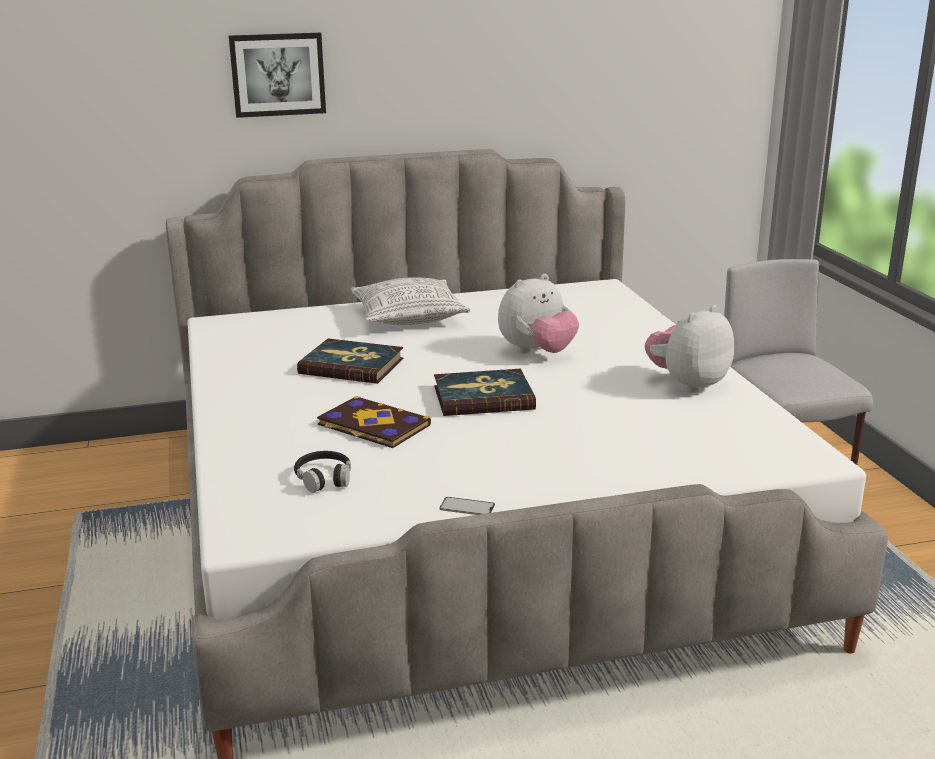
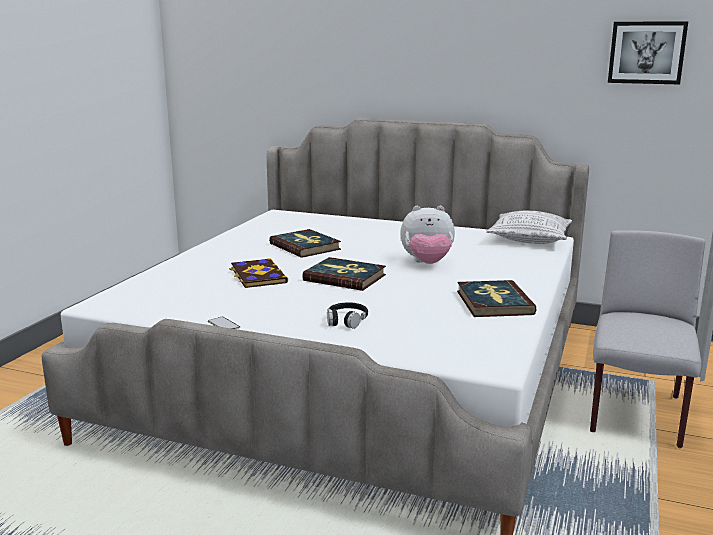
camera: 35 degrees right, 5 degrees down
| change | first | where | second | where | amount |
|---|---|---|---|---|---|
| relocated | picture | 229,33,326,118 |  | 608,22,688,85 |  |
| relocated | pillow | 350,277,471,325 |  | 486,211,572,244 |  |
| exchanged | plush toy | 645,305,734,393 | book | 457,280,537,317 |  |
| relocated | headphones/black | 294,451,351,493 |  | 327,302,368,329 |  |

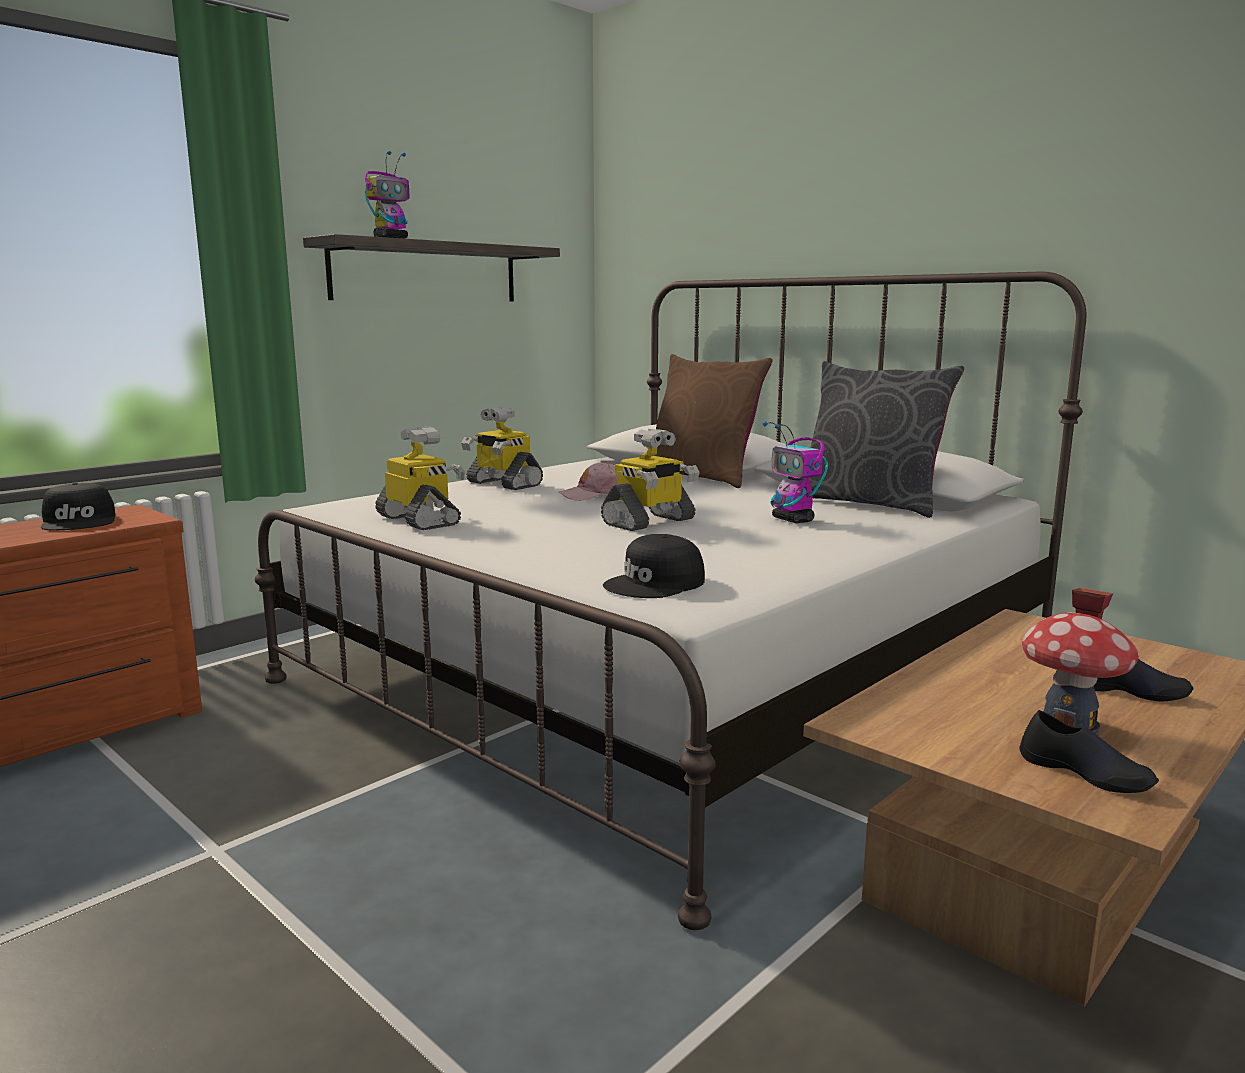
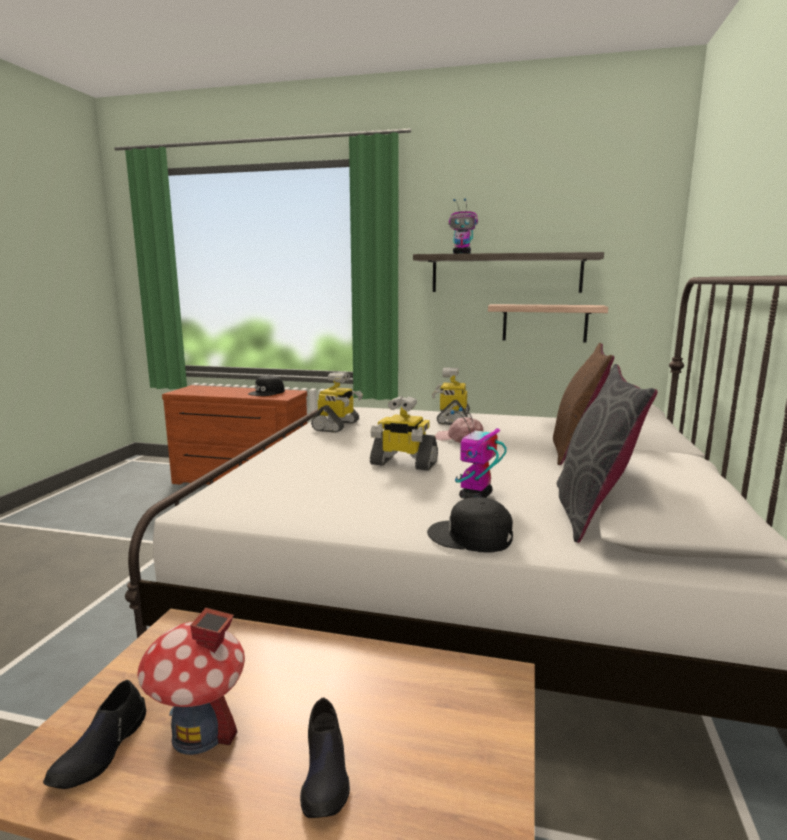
camera: 60 degrees right, 0 degrees up
| change | first | where | second | where | amount |
|---|---|---|---|---|---|
| relocated | cap/black | 603,534,705,598 |  | 427,497,513,552 |  |
| appeared |  |  | shelf | 488,304,608,343 |  |

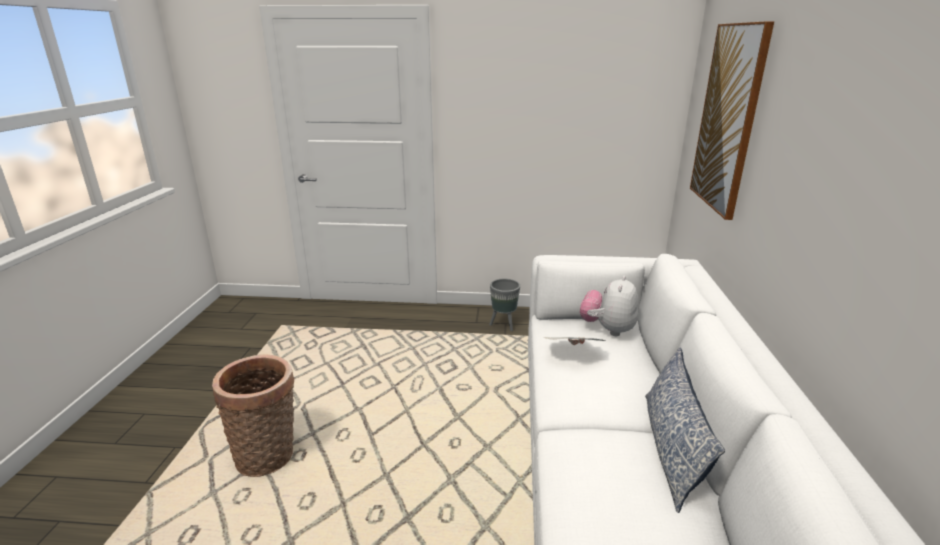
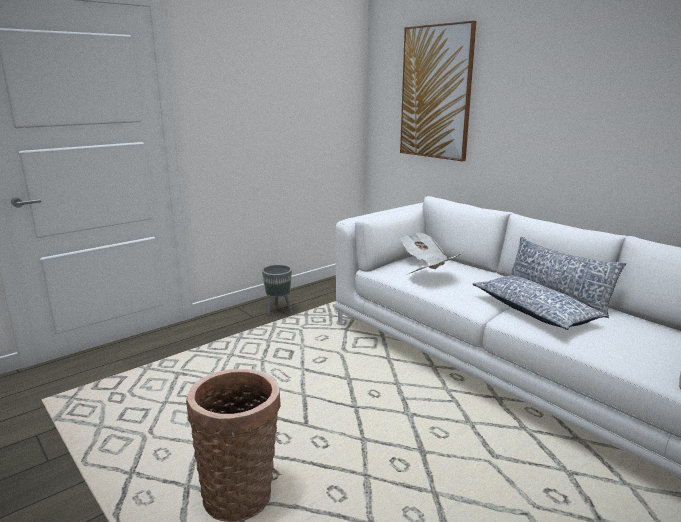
camera: 45 degrees left, 5 degrees down
| change | first | where | second | where | amount |
|---|---|---|---|---|---|
| exchanged | plush toy | 580,276,638,336 | newspaper | 400,233,447,268 |  |
| appeared |  |  | pillow | 473,276,608,330 |  |

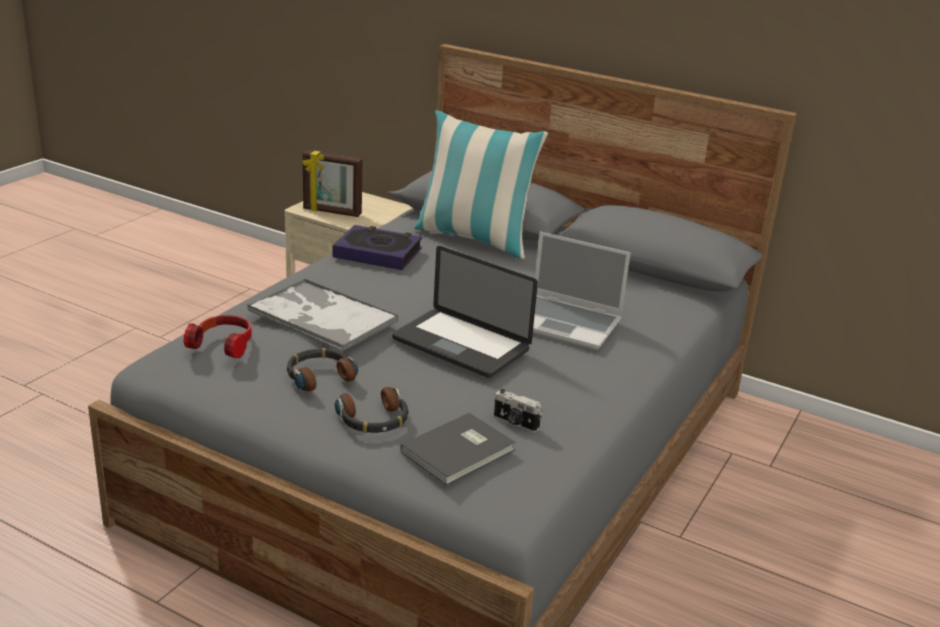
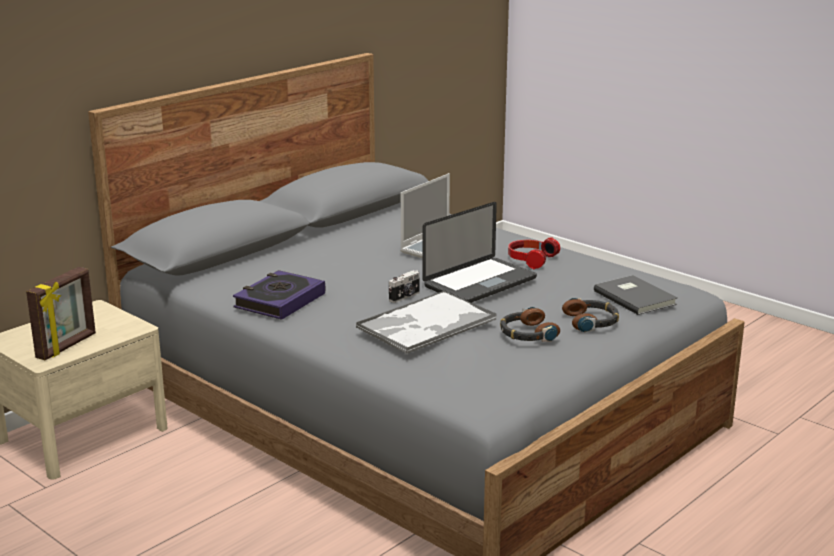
camera: 75 degrees left, 5 degrees down
| change | first | where | second | where | amount |
|---|---|---|---|---|---|
| missing | pillow | 414,110,548,259 |  |  |  |
| relocated | headphones | 184,315,252,358 |  | 508,237,560,270 |  |
| relocated | photo camera | 494,389,542,433 |  | 389,270,420,303 |  |

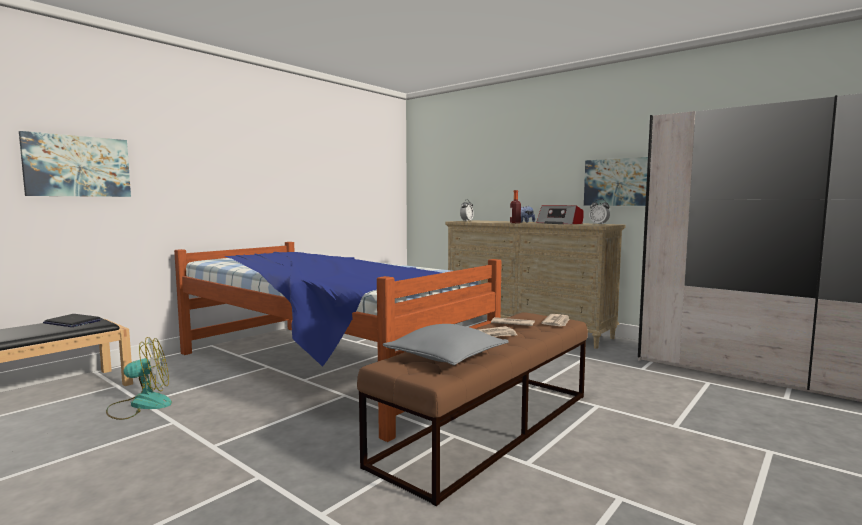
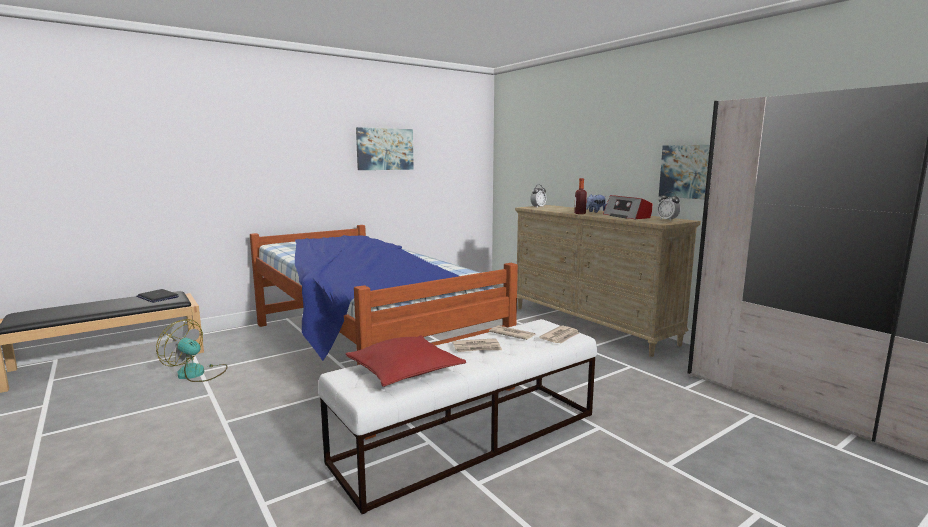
camera: 15 degrees right, 5 degrees up
| change | first | where | second | where | amount |
|---|---|---|---|---|---|
| relocated | picture | 19,131,131,197 |  | 356,127,414,170 |  |
| colour | bench/brown | 357,312,588,506 | bench/white | 318,319,597,514 |  |
| colour | pillow/grey | 383,324,509,365 | pillow/red | 345,335,466,387 |  |
| spun | fan | 106,337,172,420 |  | 156,319,228,382 | 150 degrees counterclockwise |

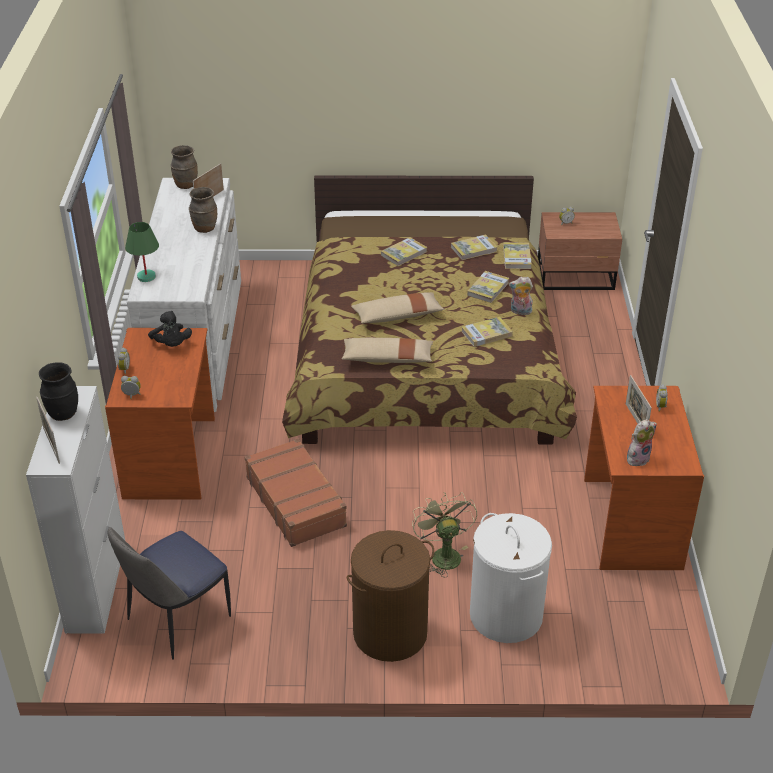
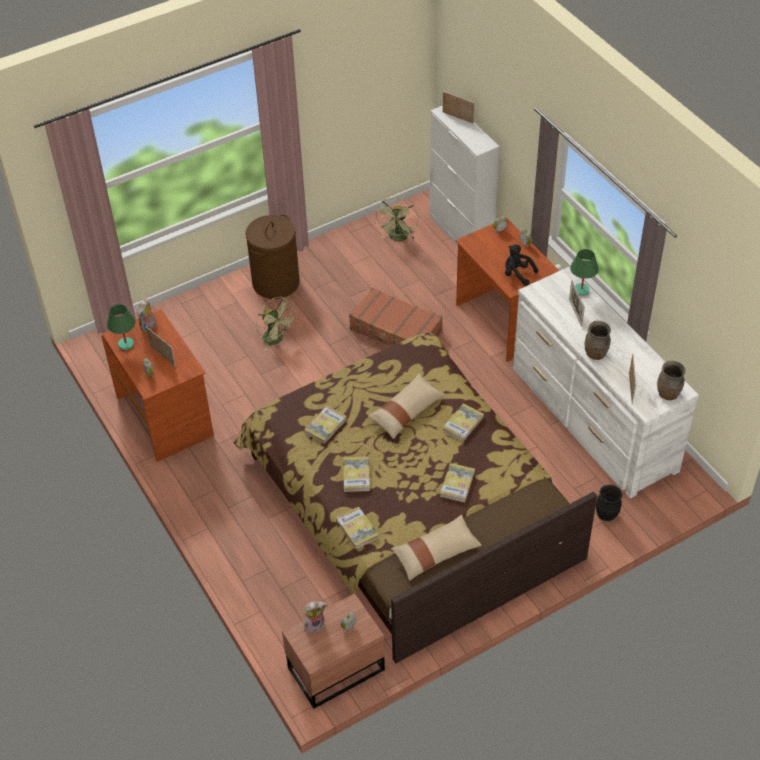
camera: 150 degrees right, 10 degrees up
| change | first | where | second | where | amount |
|---|---|---|---|---|---|
| relocated | book | 451,235,497,260 |  | 442,403,484,442 |  |
| relocated | plush toy | 509,277,533,315 |  | 304,602,326,633 |  |
| relocated | pillow/beige | 342,338,433,363 |  | 391,515,482,581 |  |
| relocated | vase/black | 39,362,78,421 |  | 596,485,622,521 |  |
| missing | laundry basket/white | 470,513,552,643 |  |  |  |
| exchanged | chair | 108,527,231,660 | fan/green | 376,197,419,241 |  |
| appeared |  |  | picture frame | 569,280,585,327 |  |
| appeared |  |  | table lamp/green | 107,304,135,350 |  |

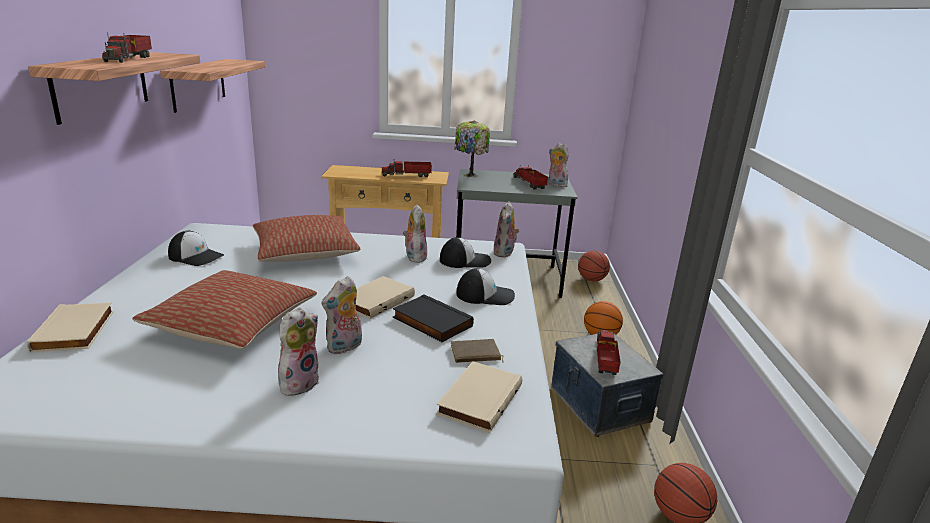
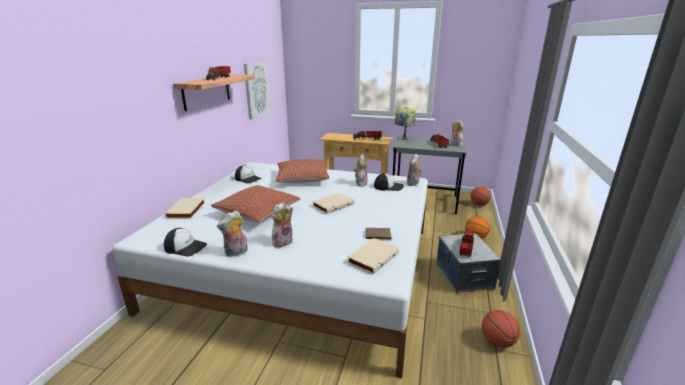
camera: 15 degrees right, 0 degrees up
| change | first | where | second | where | amount |
|---|---|---|---|---|---|
| exchanged | shelf | 160,59,265,113 | picture | 244,61,271,120 |  |
| relocated | cap | 456,268,515,305 |  | 164,228,207,256 |  |
| relocated | plush toy | 322,276,362,354 |  | 217,211,248,257 |  |
| missing | book/black | 393,295,474,342 |  |  |  |

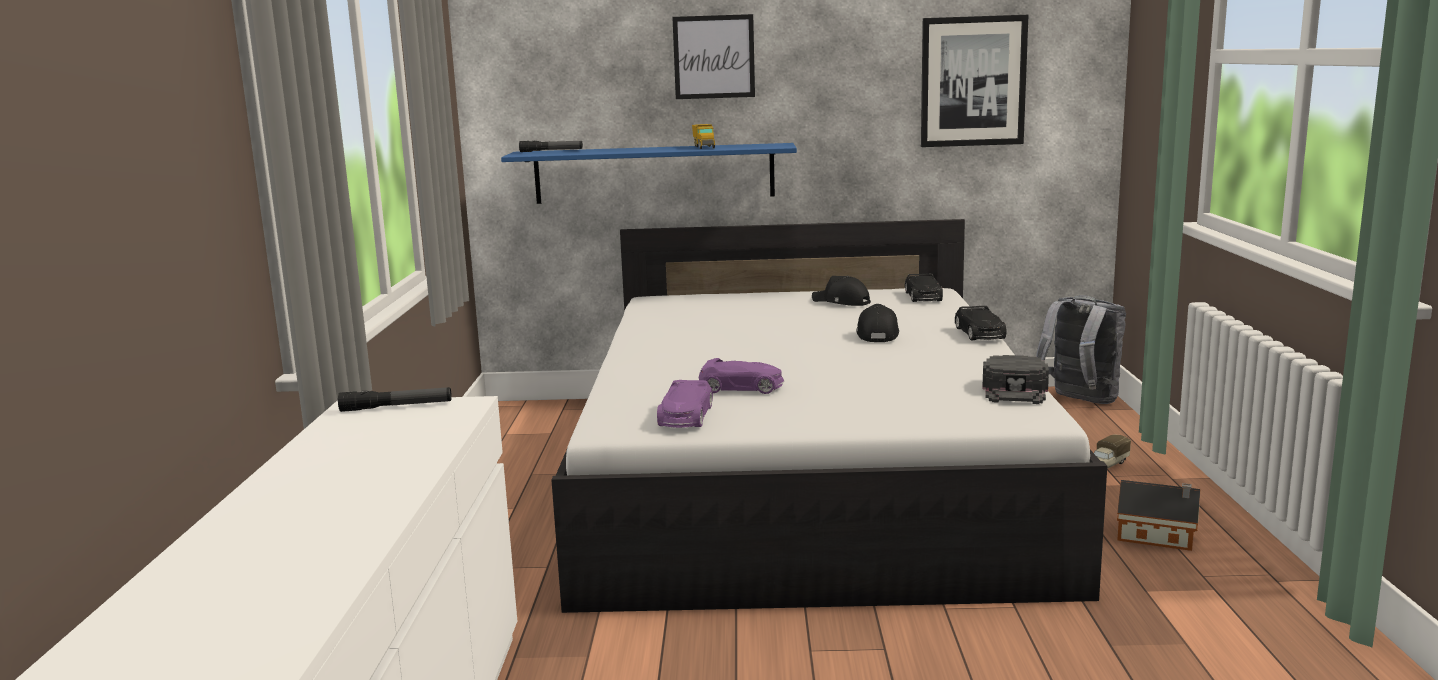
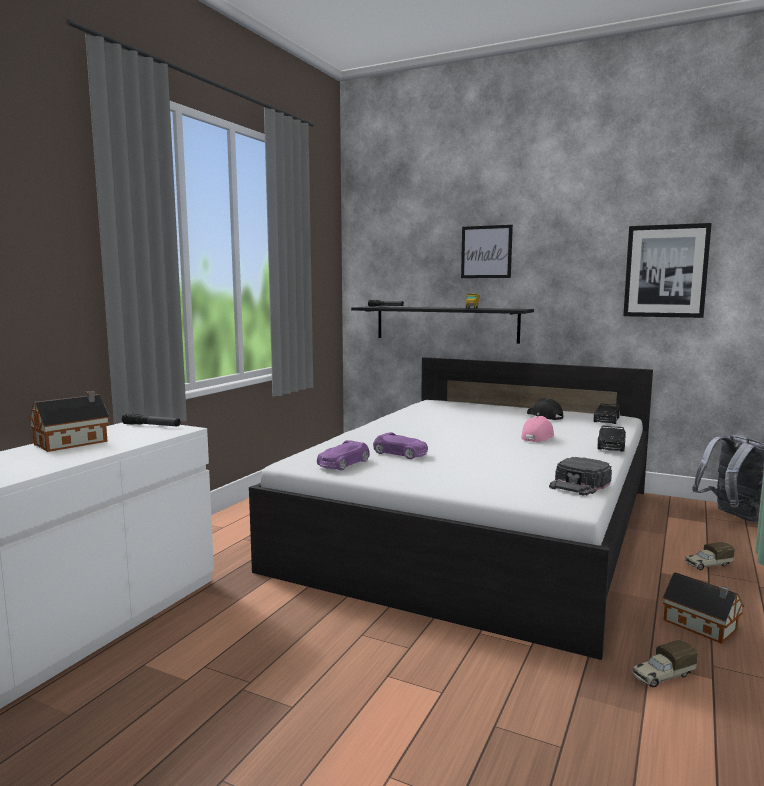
camera: 25 degrees right, 5 degrees down
| change | first | where | second | where | amount |
|---|---|---|---|---|---|
| colour | shelf/blue | 501,143,797,204 | shelf/black | 351,306,534,344 |  |
| colour | cap/black | 856,304,899,342 | cap/pink | 521,416,554,442 |  |
| appeared |  |  | toy house | 29,391,110,452 |  |
| appeared |  |  | toy truck | 632,640,698,687 |  |

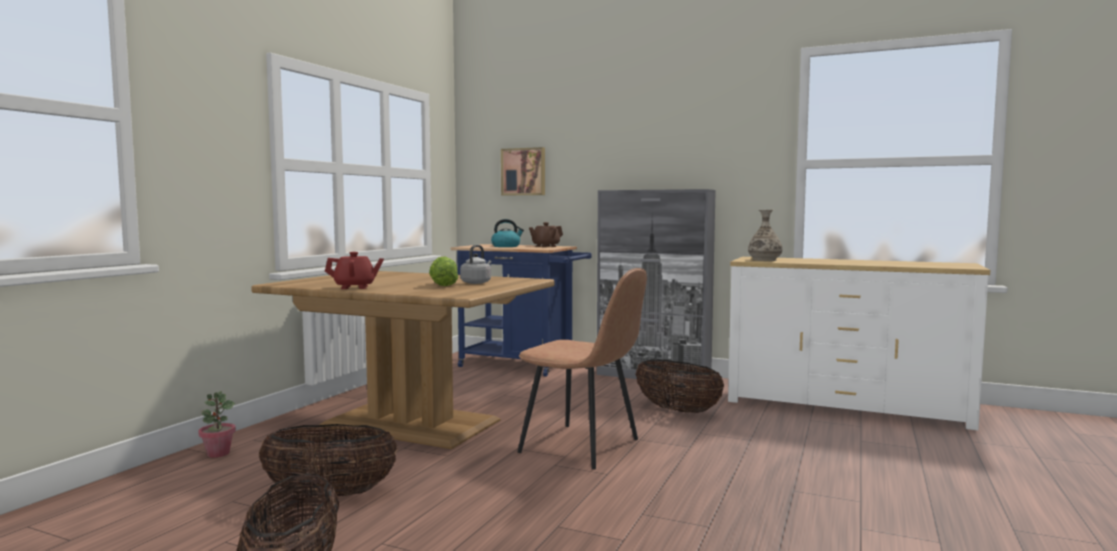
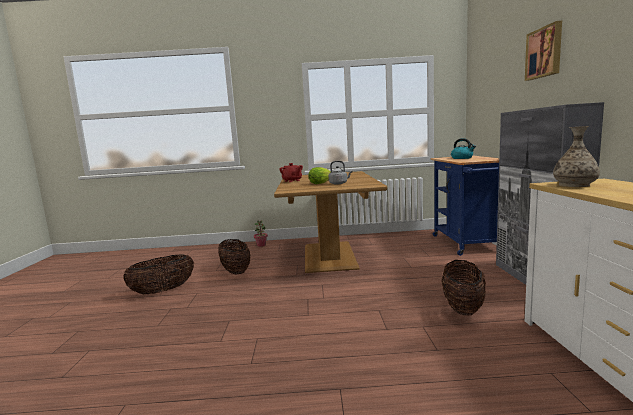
camera: 65 degrees right, 5 degrees up
| change | first | where | second | where | amount |
|---|---|---|---|---|---|
| relocated | picture | 501,147,545,195 |  | 525,21,562,81 |  |
| missing | teapot/brown | 529,222,563,247 |  |  |  |
| missing | chair/brown | 518,268,647,470 |  |  |  |

